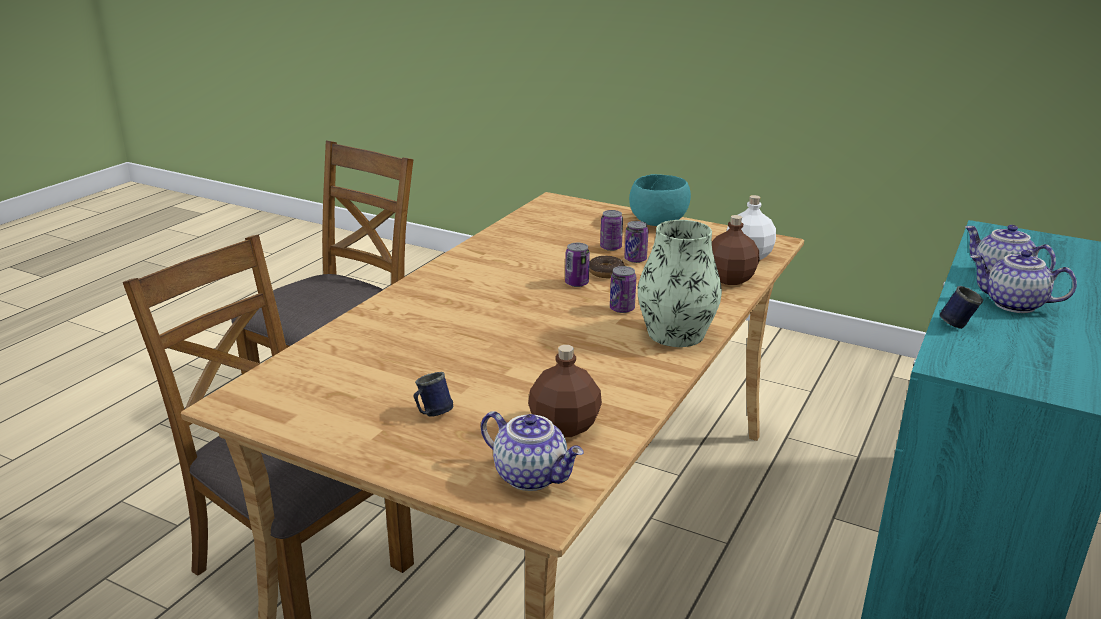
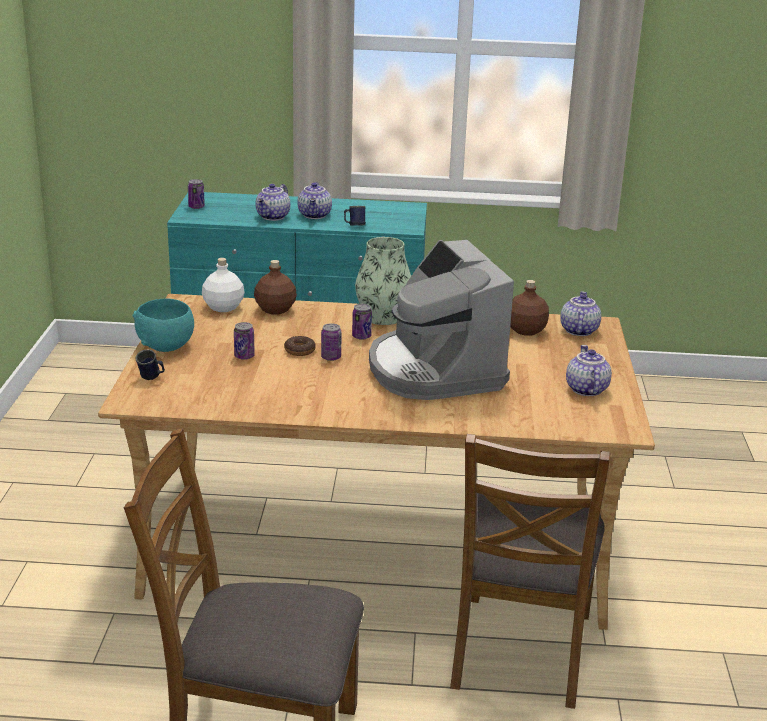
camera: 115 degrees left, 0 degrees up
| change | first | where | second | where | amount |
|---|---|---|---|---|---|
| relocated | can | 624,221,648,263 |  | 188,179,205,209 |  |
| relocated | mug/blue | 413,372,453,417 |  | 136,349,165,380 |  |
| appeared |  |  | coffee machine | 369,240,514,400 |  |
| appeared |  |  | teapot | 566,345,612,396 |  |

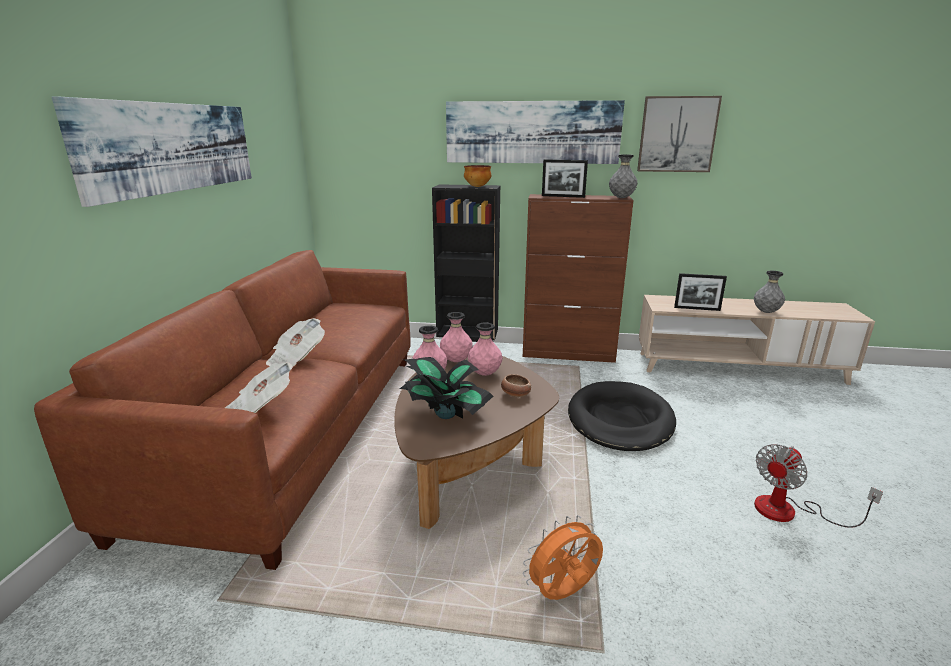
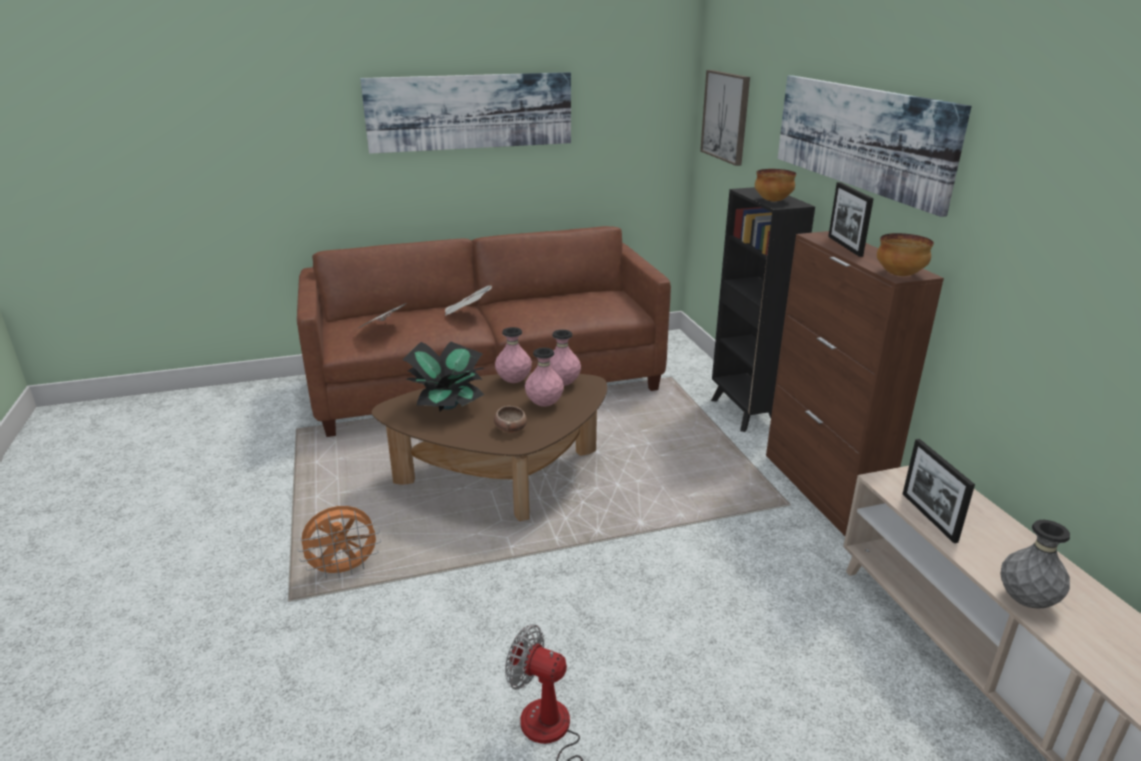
camera: 65 degrees right, 5 degrees up
| change | first | where | second | where | amount |
|---|---|---|---|---|---|
| relocated | picture | 637,96,722,172 |  | 700,70,750,166 |  |
| exchanged | vase/grey | 609,154,638,198 | bowl | 877,233,934,276 |  |
| missing | dog bed/black | 568,381,676,451 |  |  |  |
| spun | fan/orange | 523,515,603,600 |  | 297,506,381,579 | 120 degrees clockwise |

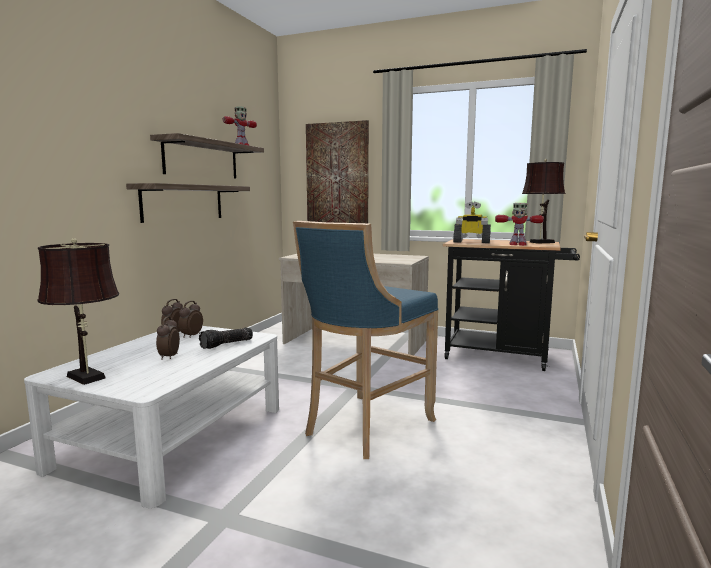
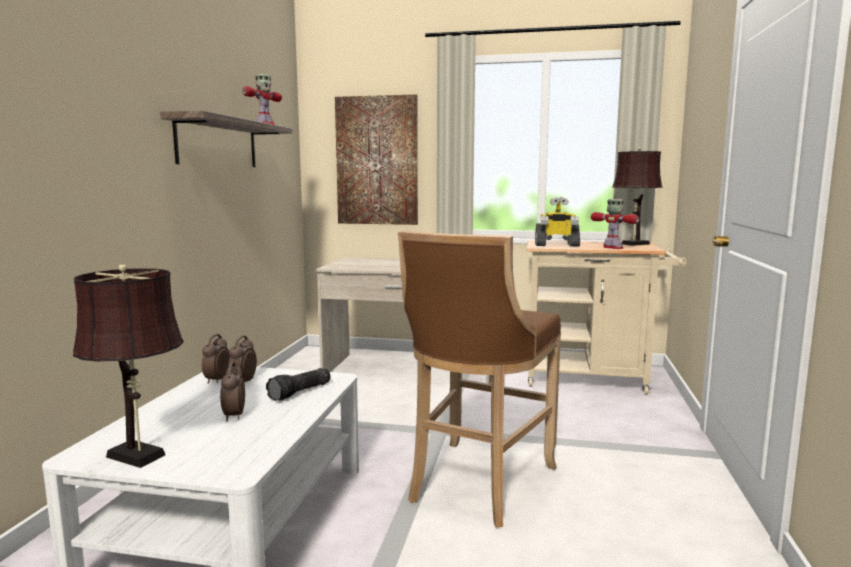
camera: 10 degrees left, 0 degrees up
| change | first | where | second | where | amount |
|---|---|---|---|---|---|
| missing | shelf | 126,183,250,223 |  |  |  |
| spun | toy robot | 495,203,544,246 |  | 591,199,639,249 | 135 degrees counterclockwise |
| colour | stool/blue | 293,221,438,459 | stool/brown | 398,231,561,528 |  |
| colour | cart/black | 443,239,580,371 | cart/beige | 526,240,686,395 |  |

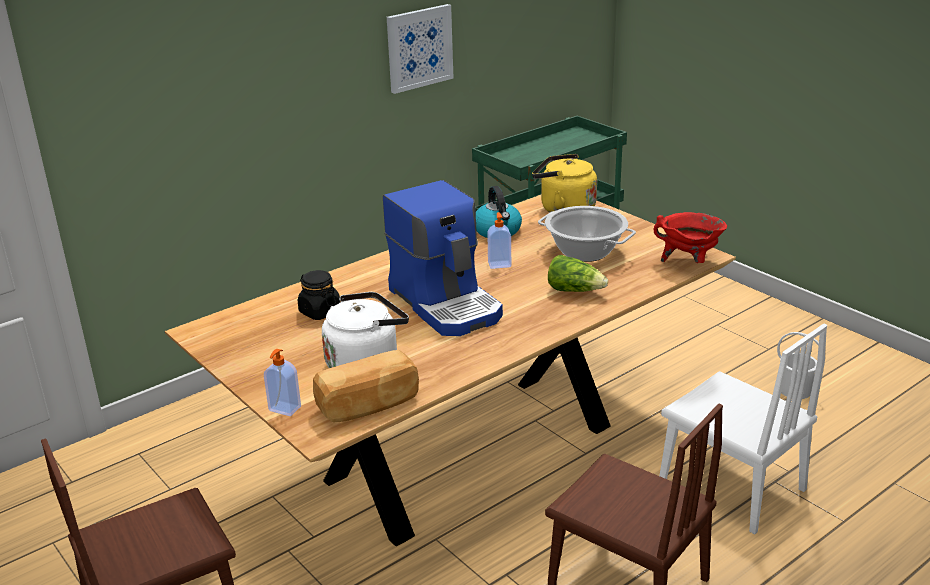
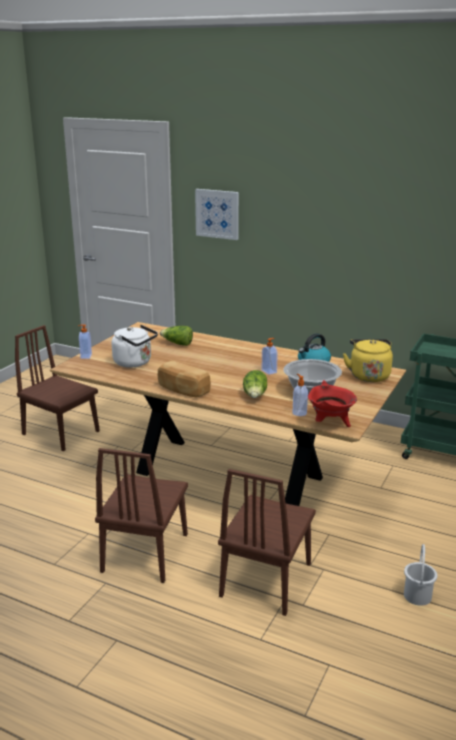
camera: 65 degrees right, 5 degrees down
| change | first | where | second | where | amount |
|---|---|---|---|---|---|
| relocated | picture | 387,4,453,94 |  | 195,189,239,240 |  |
| missing | coffee machine | 383,180,503,336 |  |  |  |
| exchanged | jar/black | 298,270,340,320 | lettuce | 160,326,193,346 |  |
| colour | chair/white | 659,324,827,534 | chair/brown | 218,469,316,616 |  |
| relocated | bread | 313,350,419,423 |  | 157,360,211,398 |  |
| appeared |  |  | soap dispenser | 292,374,308,416 |  |

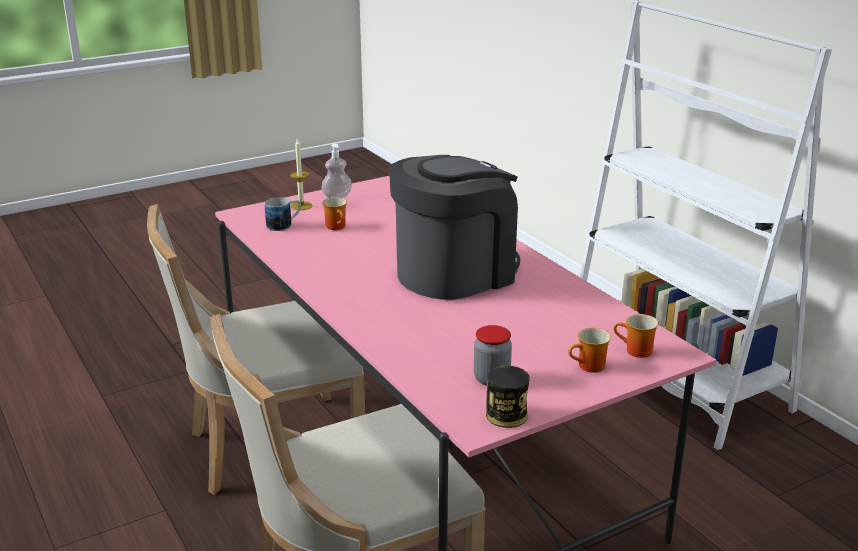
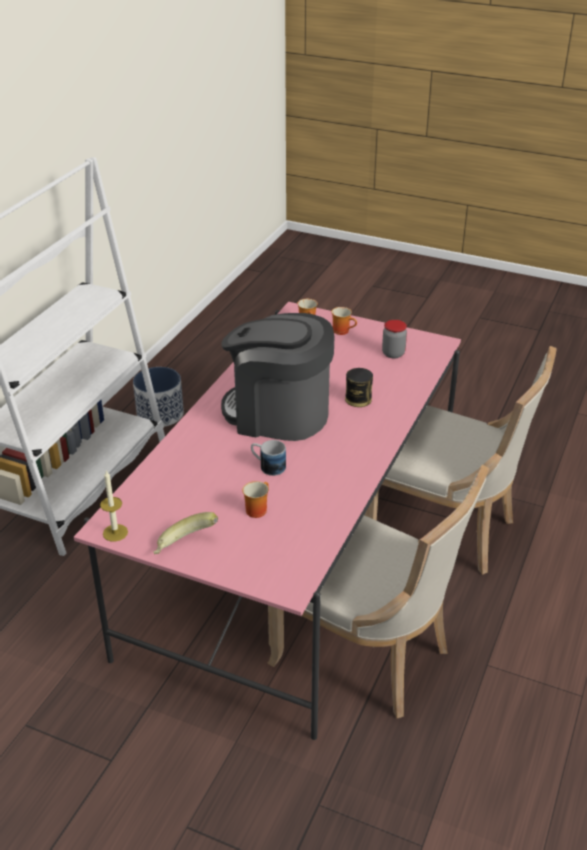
camera: 125 degrees left, 10 degrees up
| change | first | where | second | where | amount |
|---|---|---|---|---|---|
| relocated | candle | 290,139,312,210 |  | 100,471,128,542 |  |
| exchanged | soap dispenser | 321,144,352,198 | banana | 154,512,218,554 |  |
| relocated | mug | 265,197,301,231 |  | 251,440,286,476 |  |
| relocated | can | 486,366,530,428 |  | 345,368,373,407 |  |
| appeared |  |  | planter | 133,367,184,427 |  |

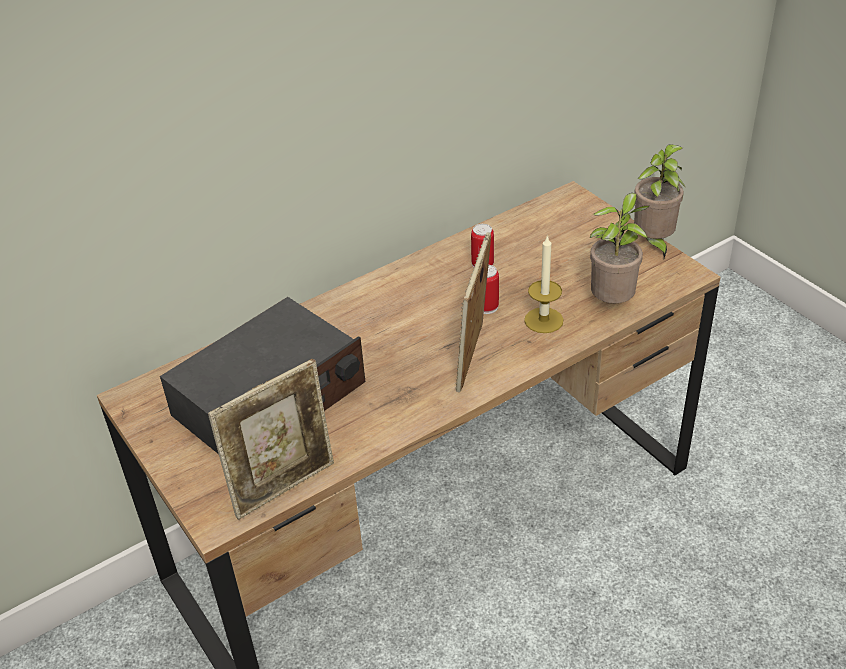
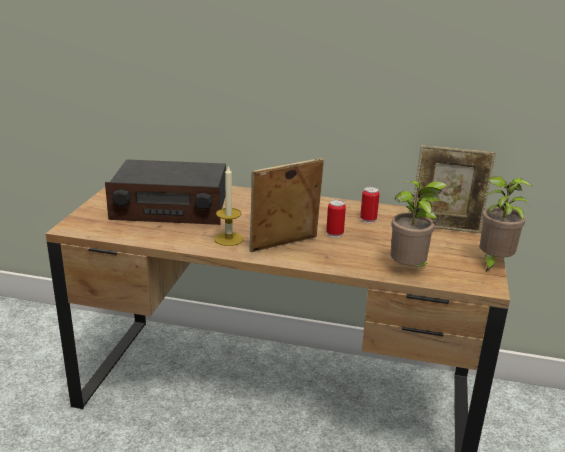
camera: 45 degrees right, 15 degrees down
| change | first | where | second | where | amount |
|---|---|---|---|---|---|
| relocated | candle | 524,235,564,333 |  | 214,165,244,246 |  |
| relocated | picture frame | 208,359,334,520 |  | 411,145,496,233 |  |

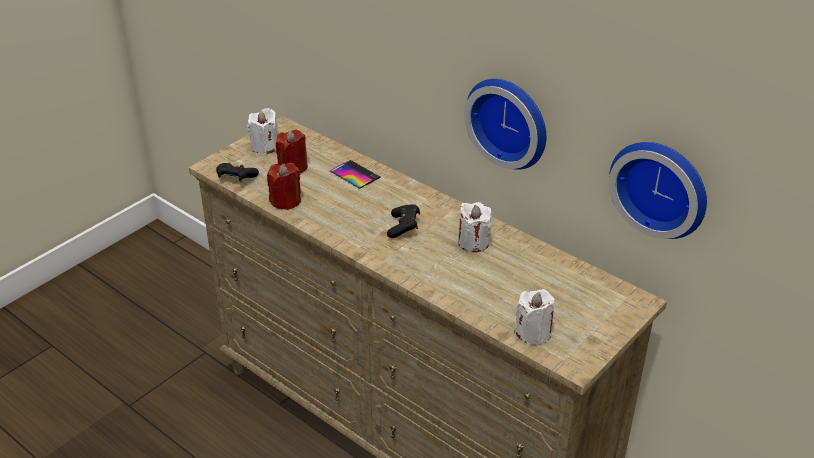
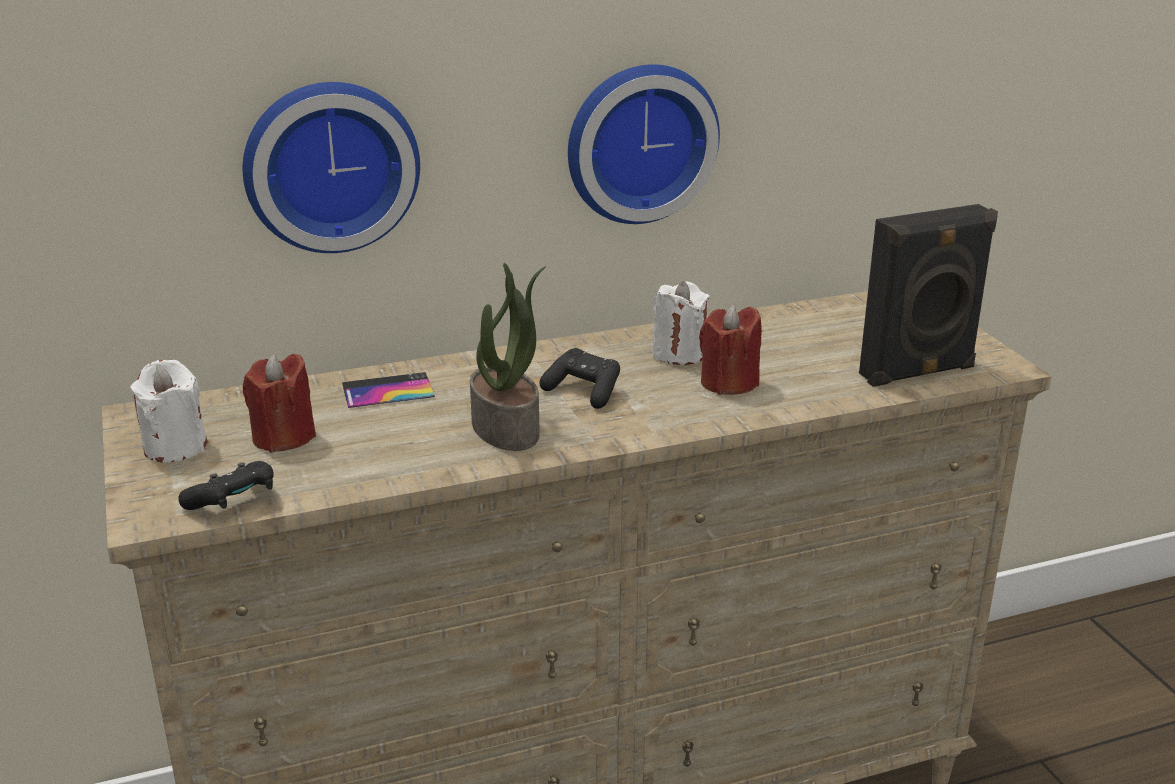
camera: 60 degrees left, 10 degrees down
| change | first | where | second | where | amount |
|---|---|---|---|---|---|
| relocated | wall clock | 609,142,707,239 |  | 243,82,420,253 |  |
| relocated | candle/red | 267,163,301,210 |  | 699,305,762,395 |  |
| exchanged | candle/white | 514,289,555,345 | speaker/black | 859,204,998,387 |  |
| appeared |  |  | potted plant | 470,263,546,451 |  |

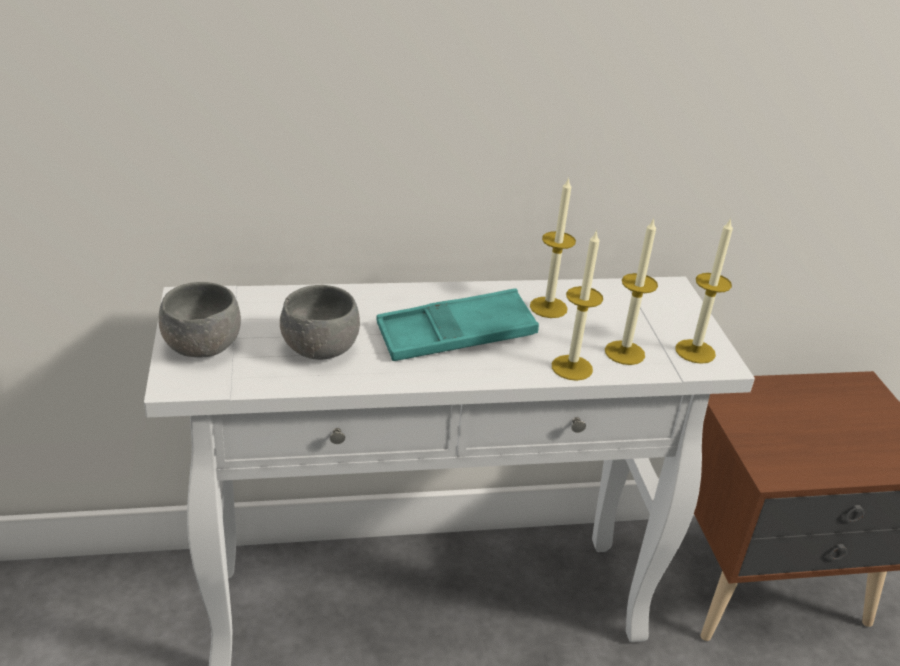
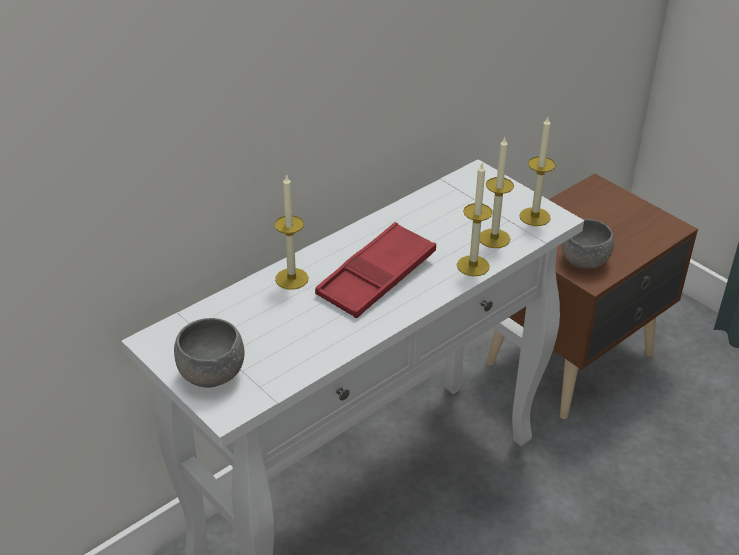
camera: 30 degrees left, 5 degrees up
| change | first | where | second | where | amount |
|---|---|---|---|---|---|
| relocated | candle | 530,177,576,318 |  | 274,174,309,290 |  |
| relocated | bowl/grey | 280,285,360,360 |  | 561,219,614,269 |  |
| colour | tray/turquoise | 376,288,539,361 | tray/red | 315,222,436,318 |  |

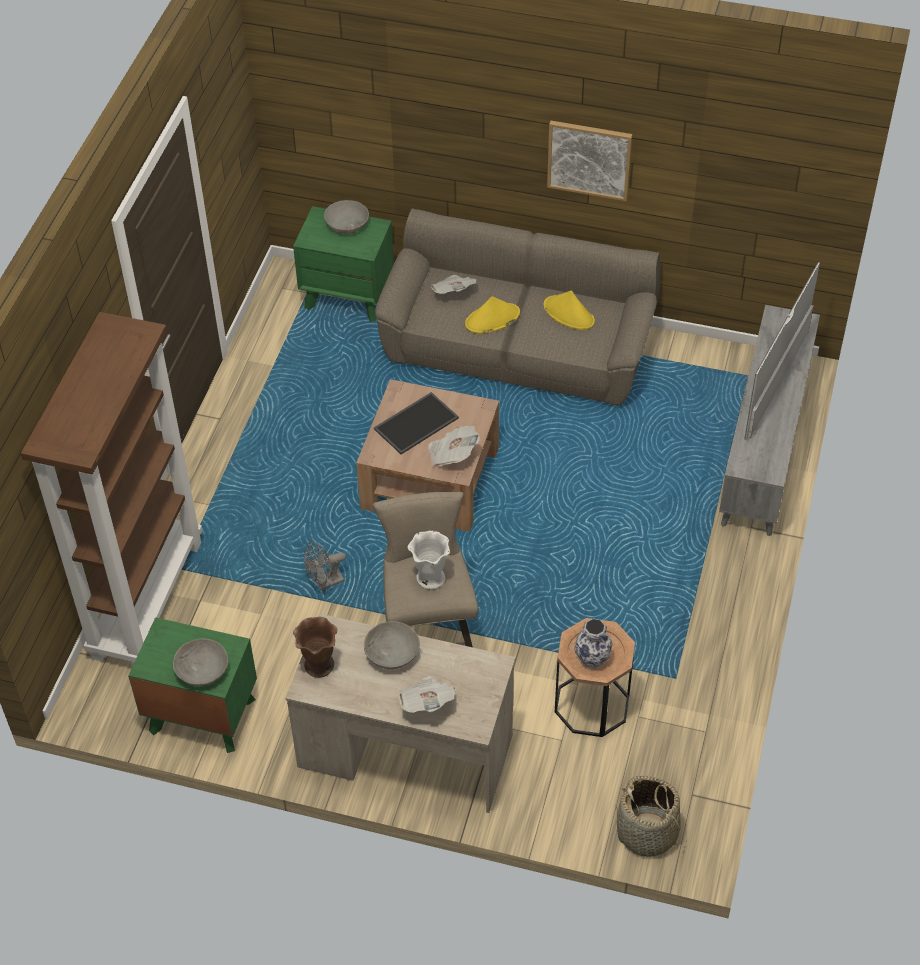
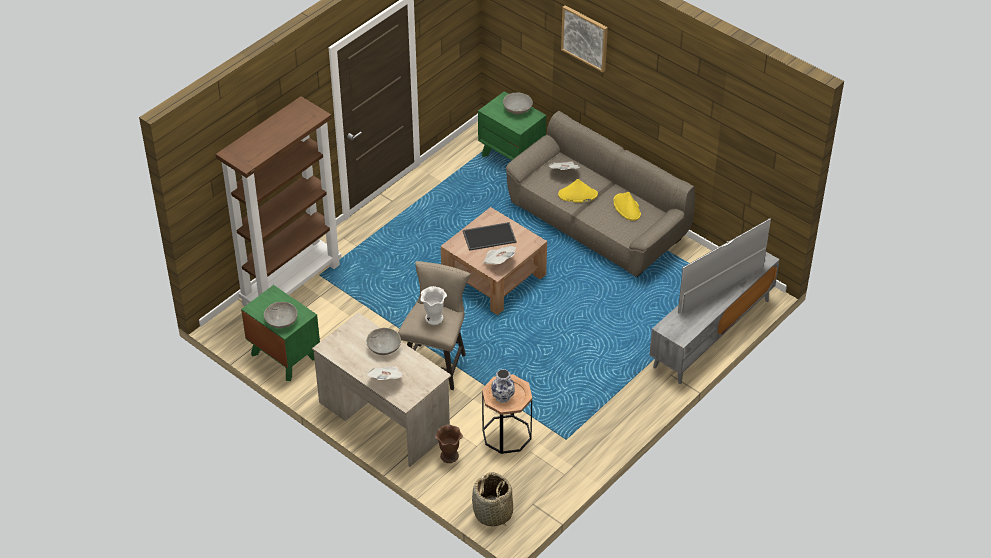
camera: 25 degrees right, 5 degrees down
| change | first | where | second | where | amount |
|---|---|---|---|---|---|
| relocated | picture | 547,121,633,201 |  | 561,5,608,72 |  |
| missing | fan/grey | 304,541,346,591 |  |  |  |
| relocated | vase/brown | 293,617,338,678 |  | 435,425,463,463 |  |

